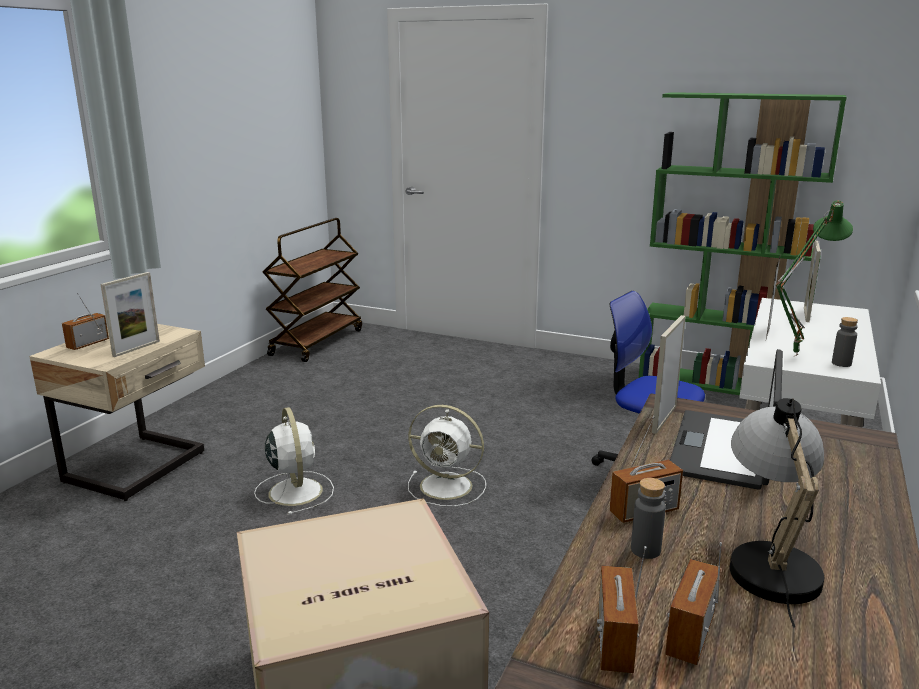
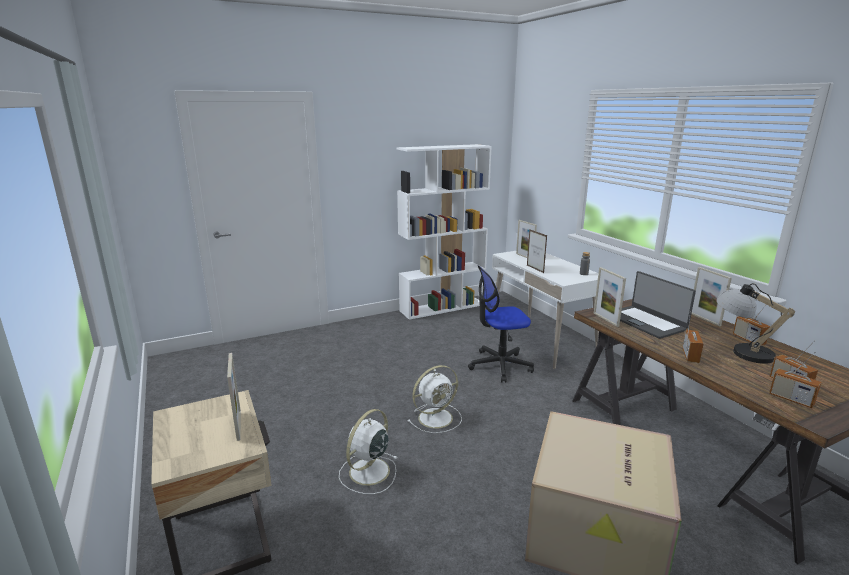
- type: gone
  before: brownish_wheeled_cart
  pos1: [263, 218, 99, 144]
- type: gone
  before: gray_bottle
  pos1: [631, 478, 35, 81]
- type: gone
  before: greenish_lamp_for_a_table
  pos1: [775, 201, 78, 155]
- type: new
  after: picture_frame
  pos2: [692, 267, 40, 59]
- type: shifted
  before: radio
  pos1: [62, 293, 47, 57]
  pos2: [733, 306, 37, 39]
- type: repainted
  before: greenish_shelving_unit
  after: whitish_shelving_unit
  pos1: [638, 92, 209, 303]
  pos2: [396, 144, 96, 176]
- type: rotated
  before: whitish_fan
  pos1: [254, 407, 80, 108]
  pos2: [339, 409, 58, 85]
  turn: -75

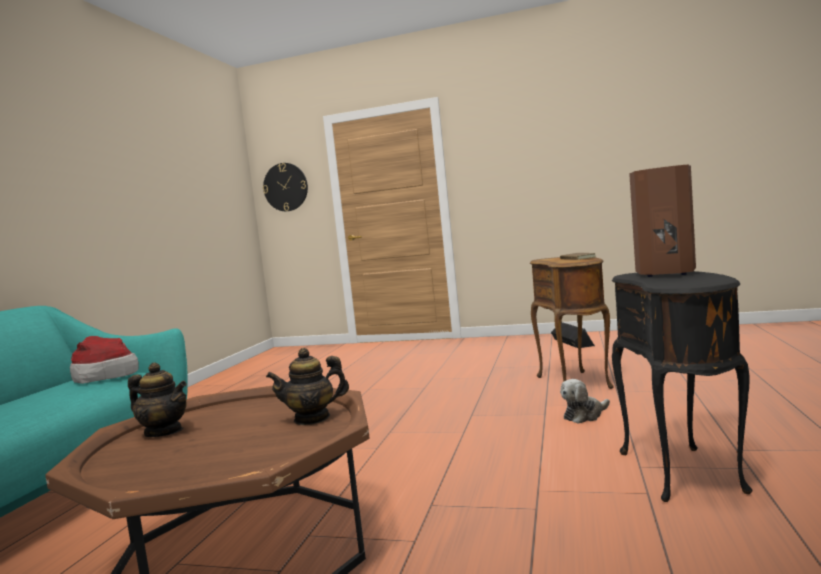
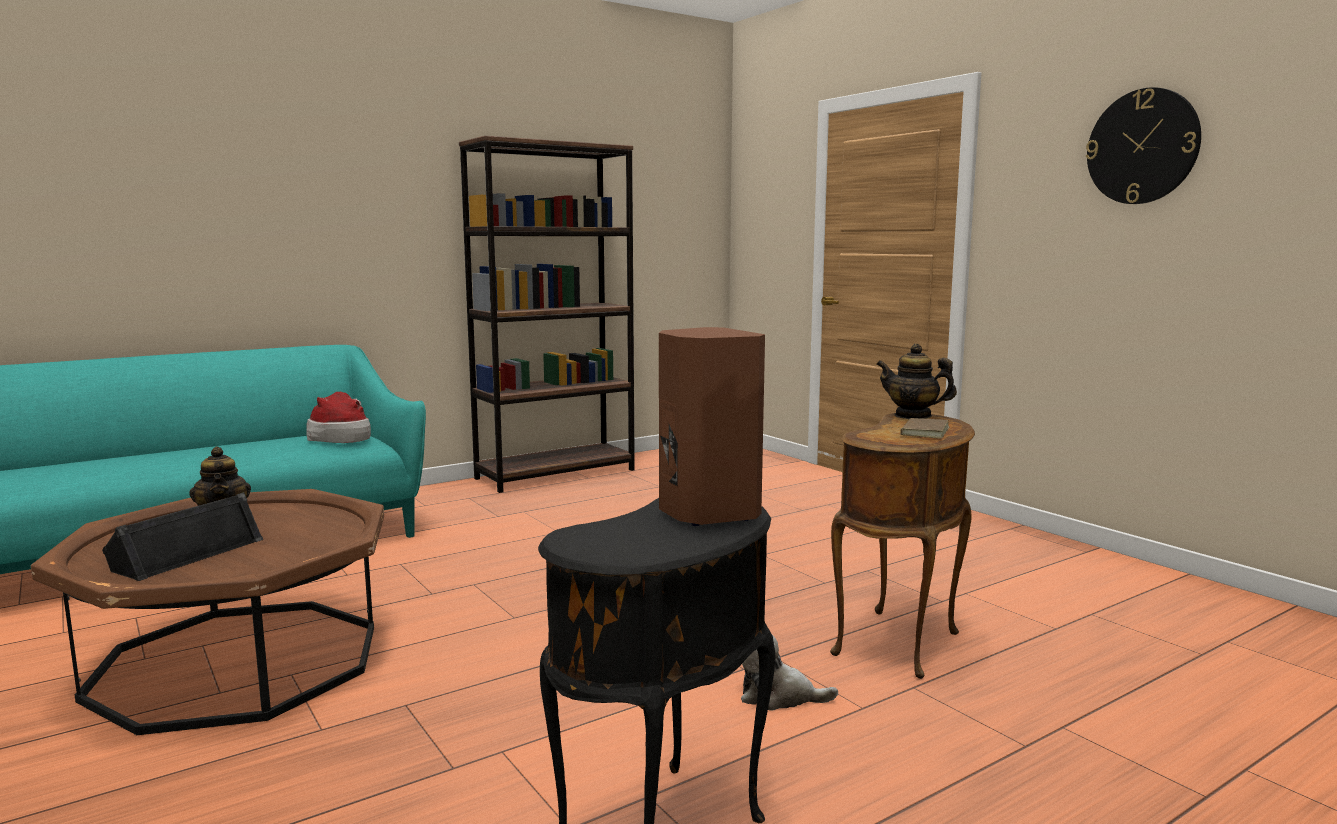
- type: new
  after: brownish_shelving_unit
  pos2: [459, 136, 176, 357]
- type: shifted
  before: hanging_clock
  pos1: [263, 163, 45, 48]
  pos2: [1086, 87, 115, 117]
- type: shifted
  before: teapot
  pos1: [266, 348, 83, 77]
  pos2: [876, 344, 81, 75]
- type: shifted
  before: blackish_audio_speaker
  pos1: [551, 322, 44, 26]
  pos2: [102, 492, 161, 89]

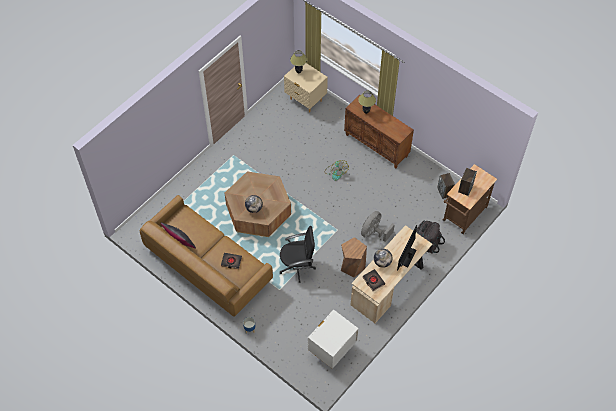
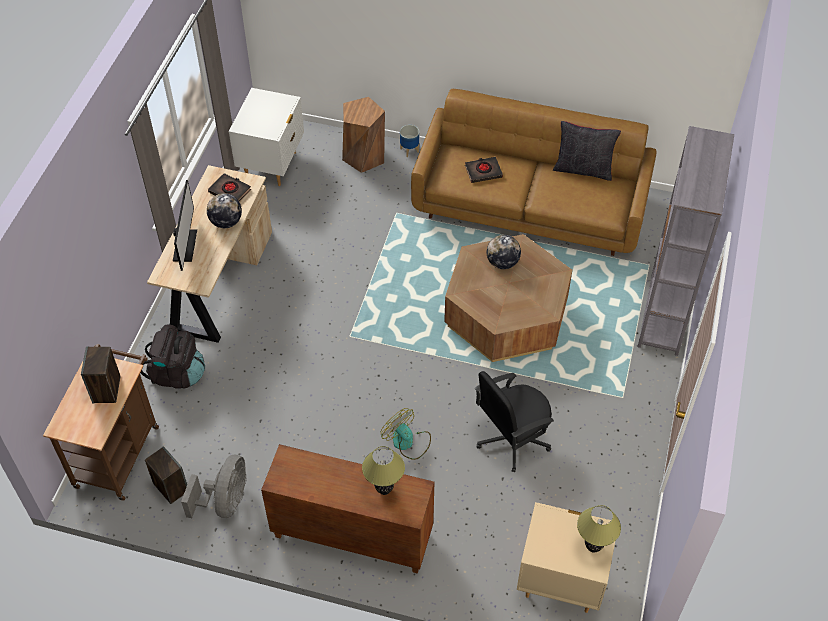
- type: new
  after: gray_shelving_unit
  pos2: [638, 126, 96, 230]
- type: shifted
  before: blackish_office_chair
  pos1: [280, 226, 36, 57]
  pos2: [475, 371, 79, 101]
- type: shifted
  before: brownish_stool
  pos1: [341, 237, 26, 41]
  pos2: [342, 97, 43, 76]
- type: shifted
  before: gray_fan
  pos1: [361, 211, 34, 31]
  pos2: [181, 455, 66, 63]

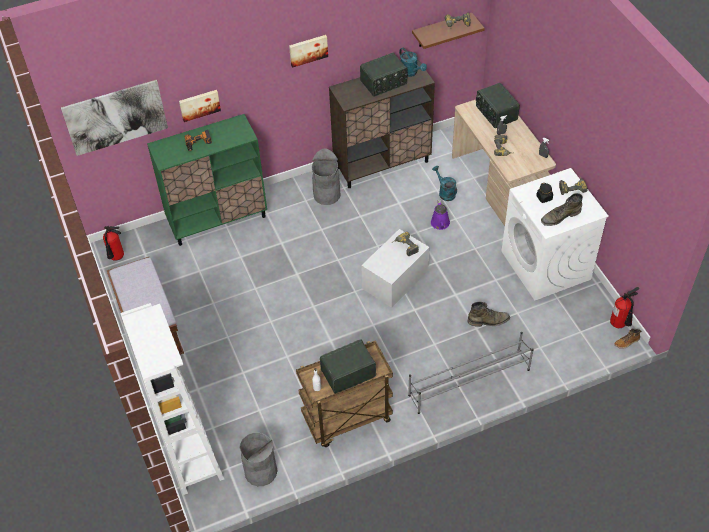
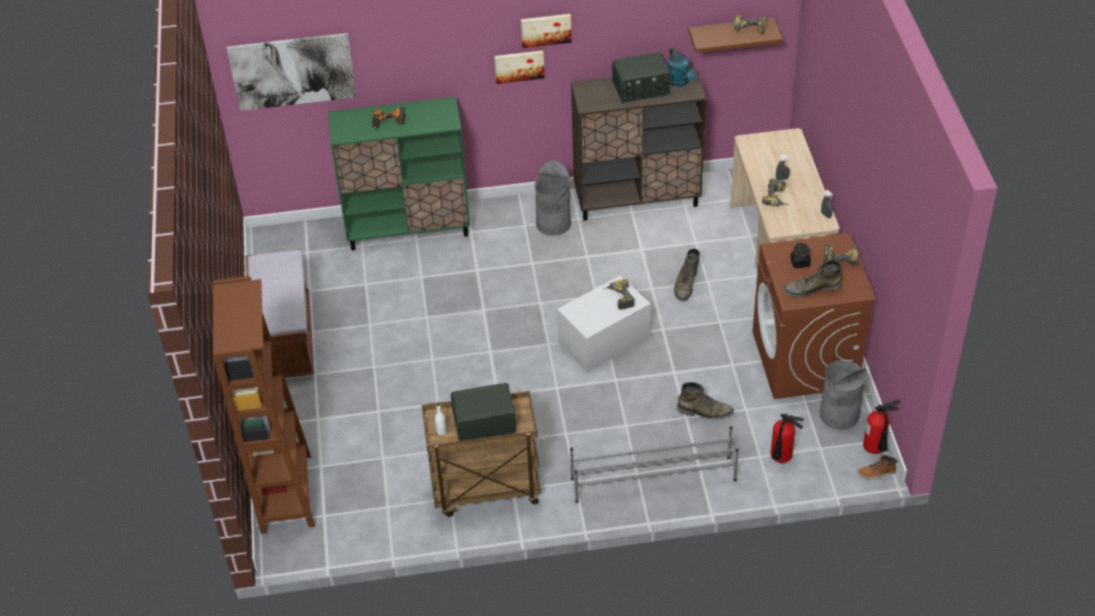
- type: gone
  before: turquoise_watering_pot
  pos1: [432, 166, 25, 35]
- type: gone
  before: radio
  pos1: [476, 83, 44, 45]
- type: shifted
  before: fire_extinguisher
  pos1: [103, 226, 21, 35]
  pos2: [770, 413, 34, 50]
- type: shifted
  before: picture
  pos1: [179, 90, 42, 32]
  pos2: [494, 50, 51, 34]
- type: shifted
  before: gray_rubbish_bin
  pos1: [239, 432, 39, 54]
  pos2: [820, 360, 46, 70]
- type: swapped
  before: purple-coloured_watering_pot
  after: greenish_tall_boot
  pos1: [431, 200, 19, 30]
  pos2: [674, 248, 26, 53]
- type: repainted
  before: whitish_shelving_unit
  after: brownish_shelving_unit
  pos1: [120, 303, 104, 192]
  pos2: [213, 276, 102, 258]
- type: repainted
  before: whitish_laundry_appliance
  after: brownish_laundry_appliance
  pos1: [501, 168, 108, 133]
  pos2: [753, 233, 123, 166]

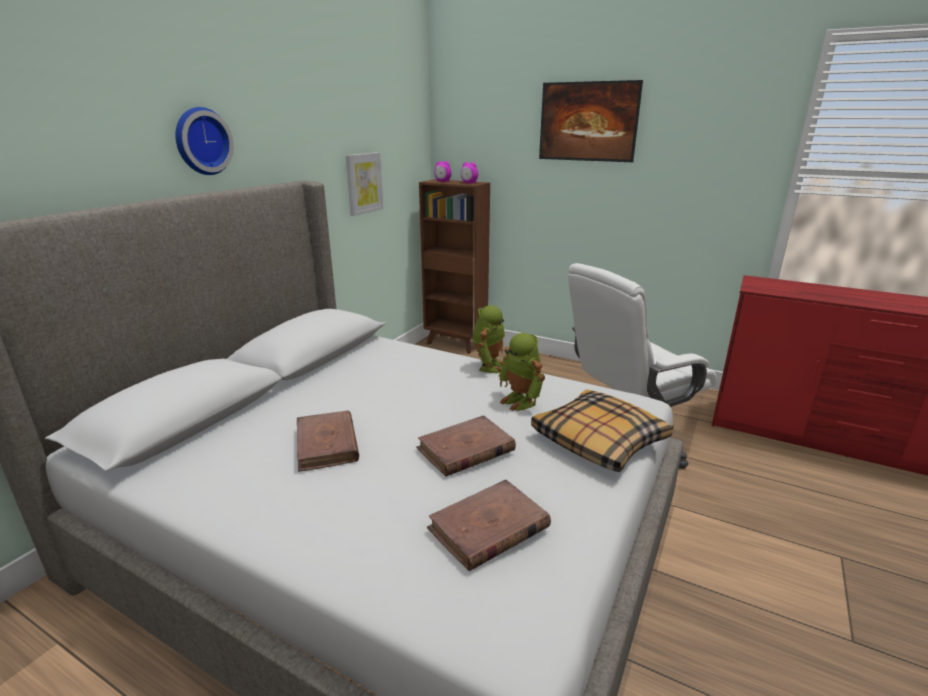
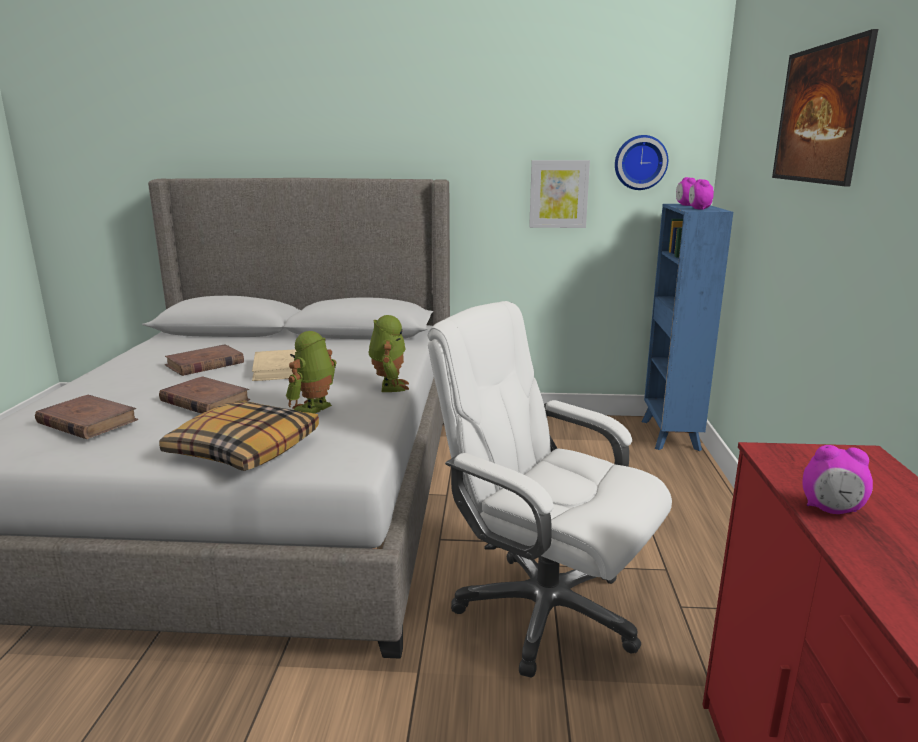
- type: new
  after: beige_book
  pos2: [252, 349, 44, 32]
- type: new
  after: table_clock
  pos2: [803, 445, 70, 69]
- type: shifted
  before: hanging_clock
  pos1: [175, 107, 59, 68]
  pos2: [615, 135, 53, 55]
- type: repainted
  before: brownish_shelving_unit
  after: blue_shelving_unit
  pos1: [419, 179, 71, 175]
  pos2: [641, 204, 92, 247]
- type: rotated
  before: model_robot
  pos1: [473, 305, 32, 68]
  pos2: [369, 315, 40, 77]
  turn: -90

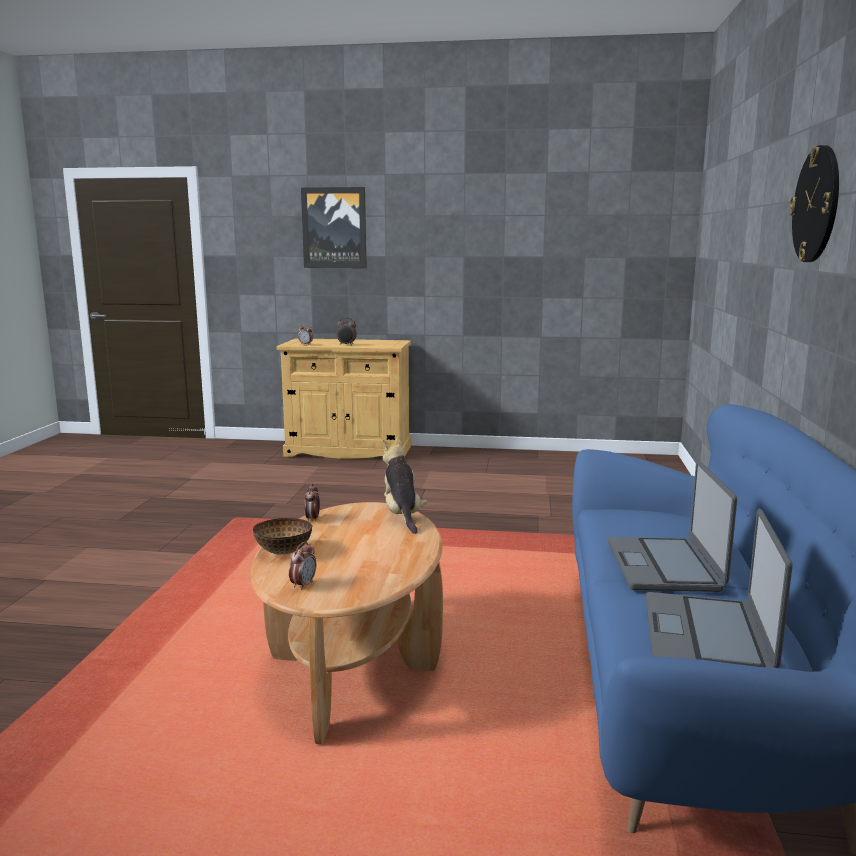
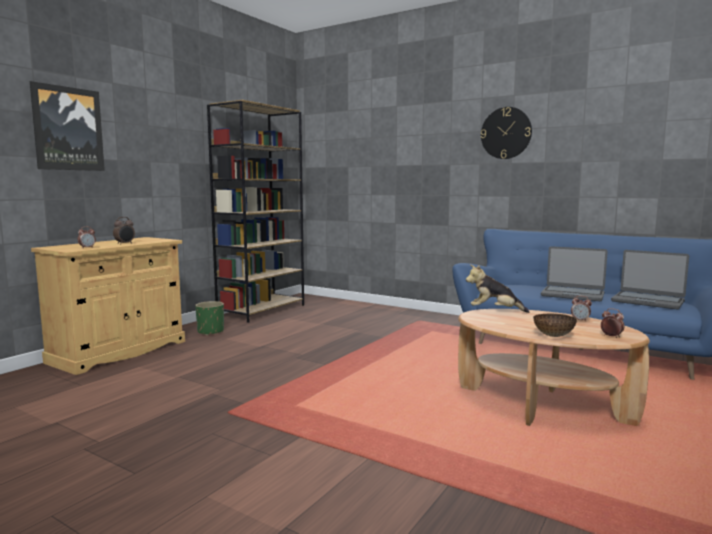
- type: new
  after: greenish_flower_pot
  pos2: [195, 301, 29, 35]
- type: new
  after: brownish_shelving_unit
  pos2: [207, 100, 97, 223]
- type: shifted
  before: table_clock
  pos1: [304, 483, 16, 39]
  pos2: [571, 296, 21, 26]

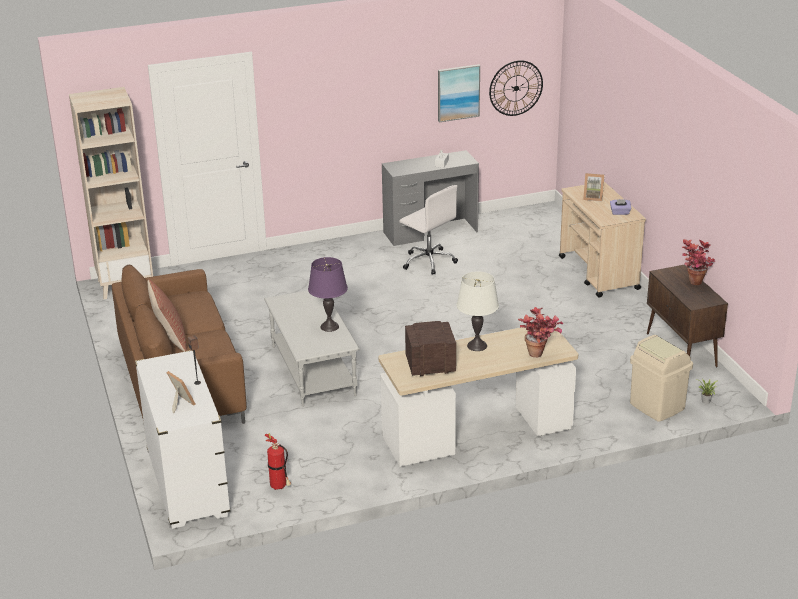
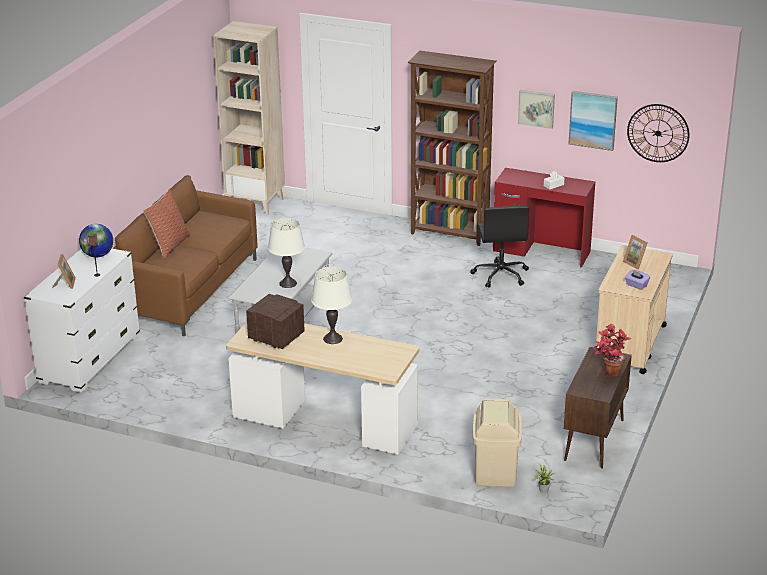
- type: gone
  before: fire_extinguisher
  pos1: [265, 433, 26, 57]
- type: gone
  before: houseplant
  pos1: [518, 307, 45, 50]
- type: new
  after: globe
  pos2: [79, 224, 34, 33]
- type: new
  after: brownish_shelving_unit
  pos2: [408, 50, 88, 196]
- type: new
  after: picture
  pos2: [518, 90, 37, 39]
- type: repainted
  before: purple-coloured_lamp_for_a_table
  after: whitish_lamp_for_a_table
  pos1: [308, 257, 40, 75]
  pos2: [268, 218, 37, 70]
- type: repainted
  before: gray_desk_table
  after: red-coloured_desk_table
  pos1: [382, 150, 97, 96]
  pos2: [493, 168, 102, 100]
- type: repainted
  before: whitish_office_chair
  after: blackish_office_chair
  pos1: [399, 185, 59, 90]
  pos2: [470, 206, 59, 82]

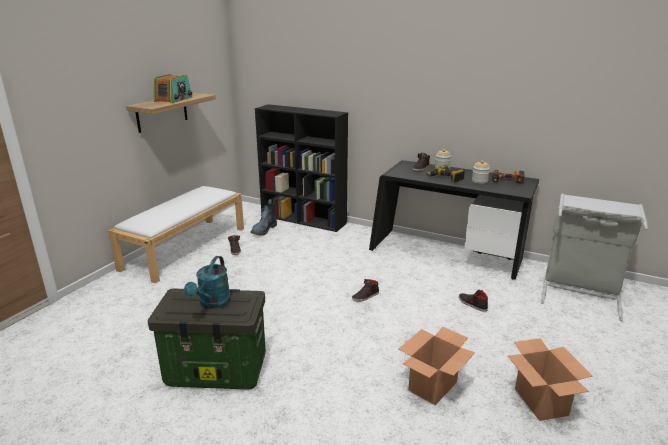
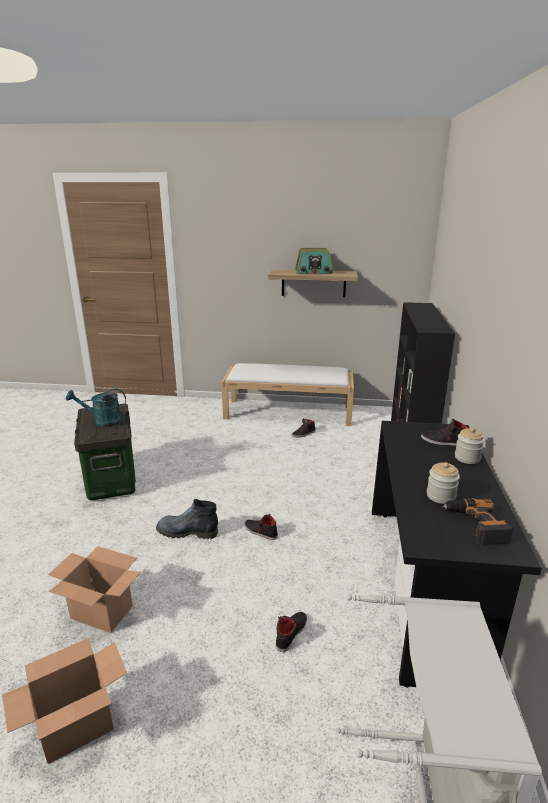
- type: gone
  before: power_drill
  pos1: [426, 165, 39, 18]
- type: shifted
  before: tall_boot
  pos1: [250, 203, 27, 32]
  pos2: [156, 499, 62, 40]

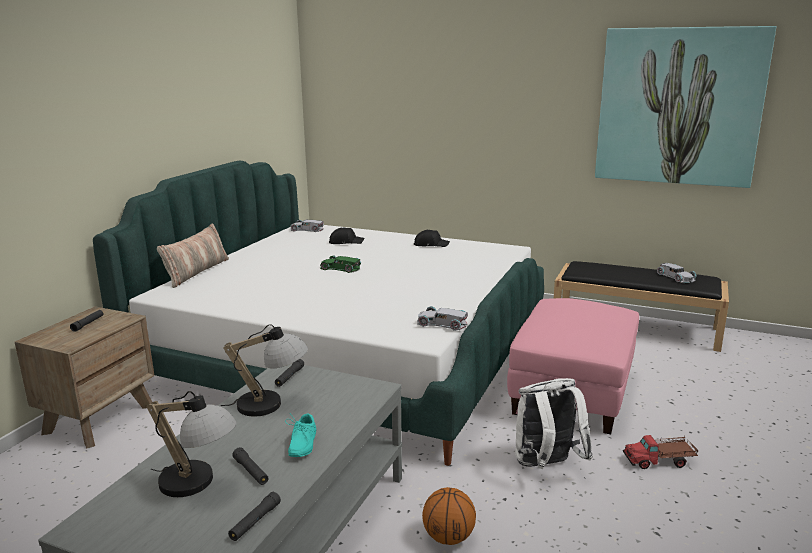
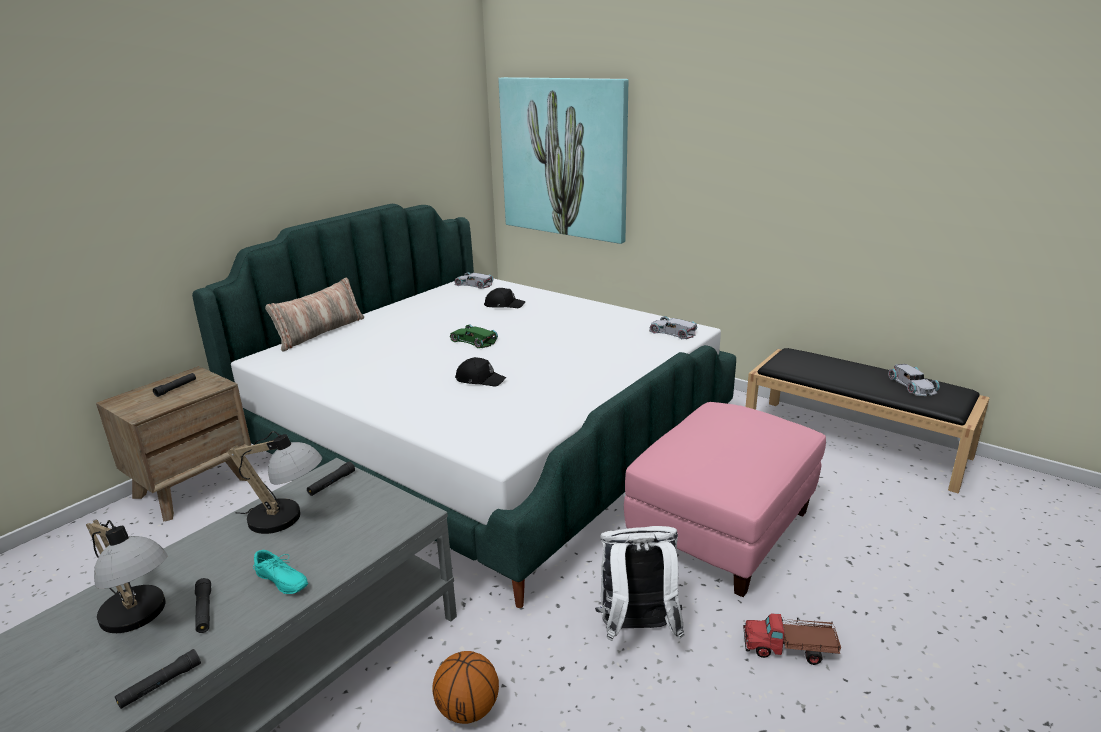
- type: shifted
  before: blackish_cap
  pos1: [414, 230, 36, 17]
  pos2: [455, 357, 52, 30]
- type: shifted
  before: whitish_toy_car
  pos1: [417, 306, 51, 25]
  pos2: [649, 316, 49, 24]
- type: shifted
  before: picture
  pos1: [595, 26, 181, 162]
  pos2: [498, 77, 130, 167]
- type: rotated
  before: turquoise_low_shoe
  pos1: [285, 414, 31, 43]
  pos2: [253, 550, 55, 44]
  turn: -75

